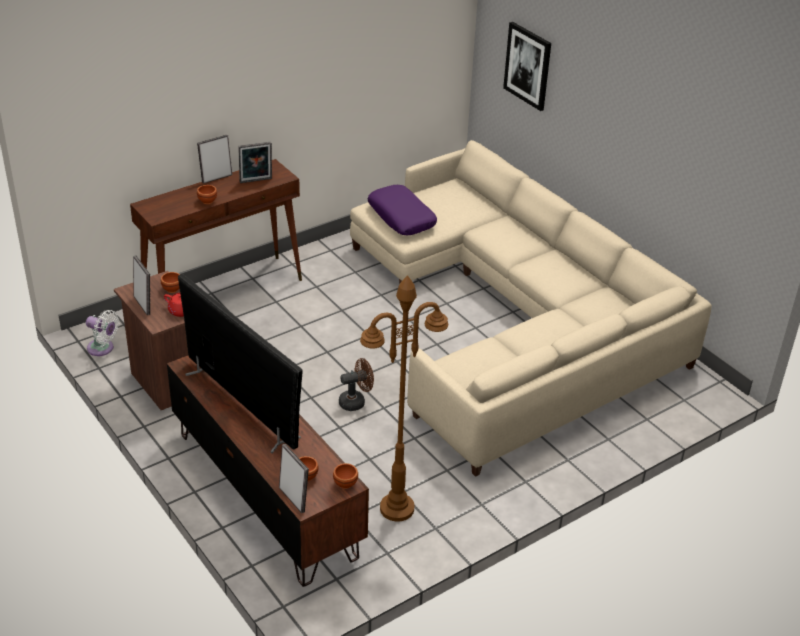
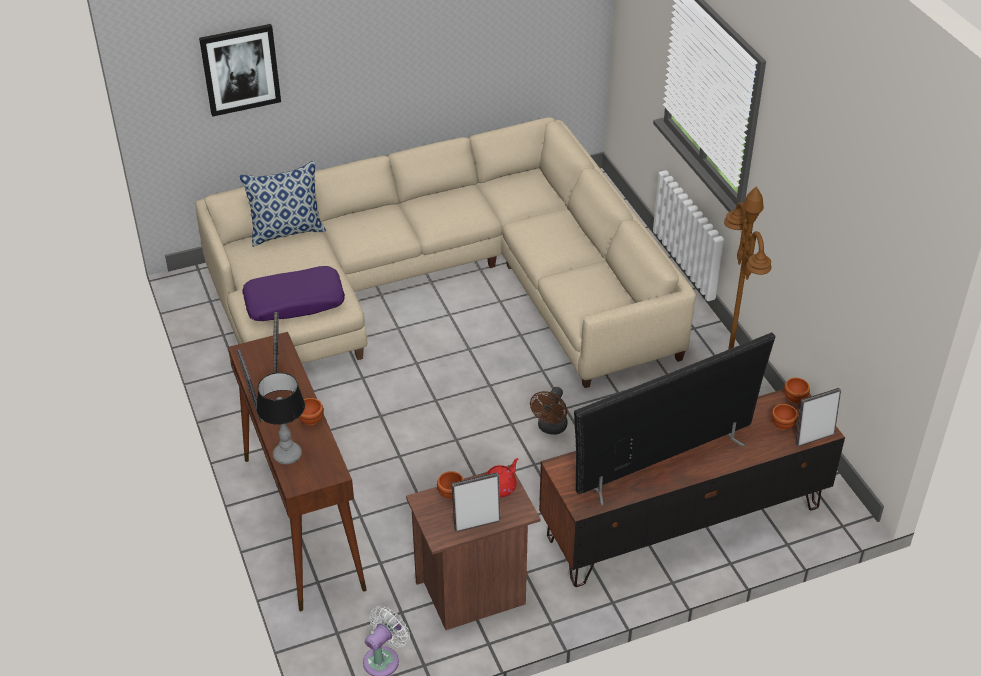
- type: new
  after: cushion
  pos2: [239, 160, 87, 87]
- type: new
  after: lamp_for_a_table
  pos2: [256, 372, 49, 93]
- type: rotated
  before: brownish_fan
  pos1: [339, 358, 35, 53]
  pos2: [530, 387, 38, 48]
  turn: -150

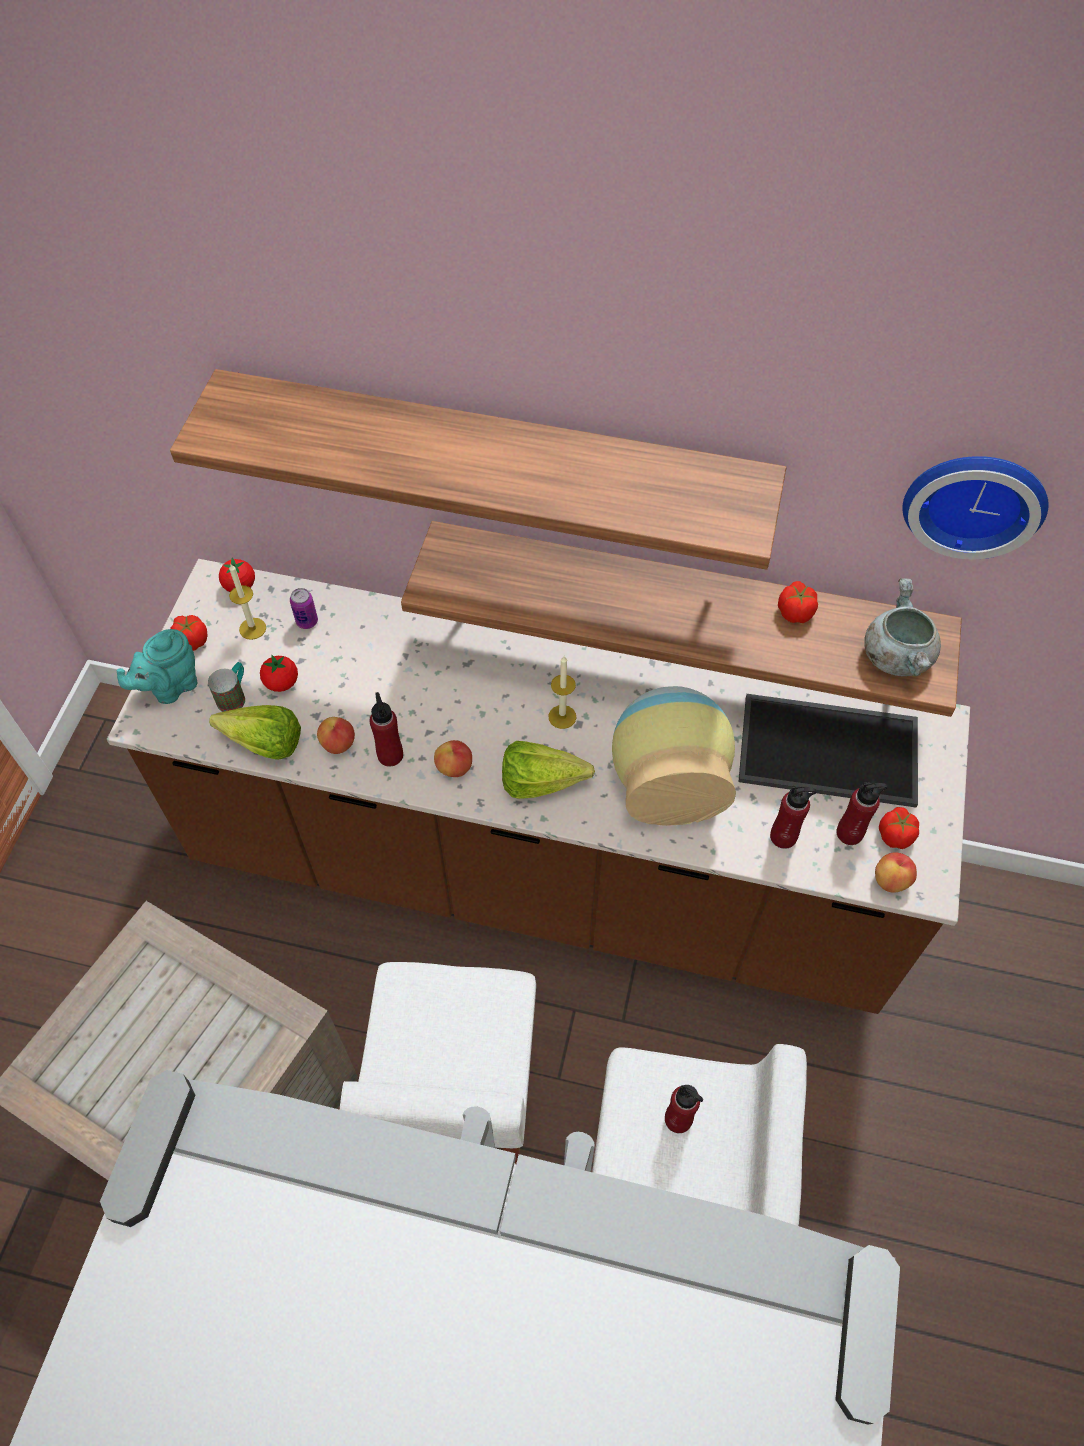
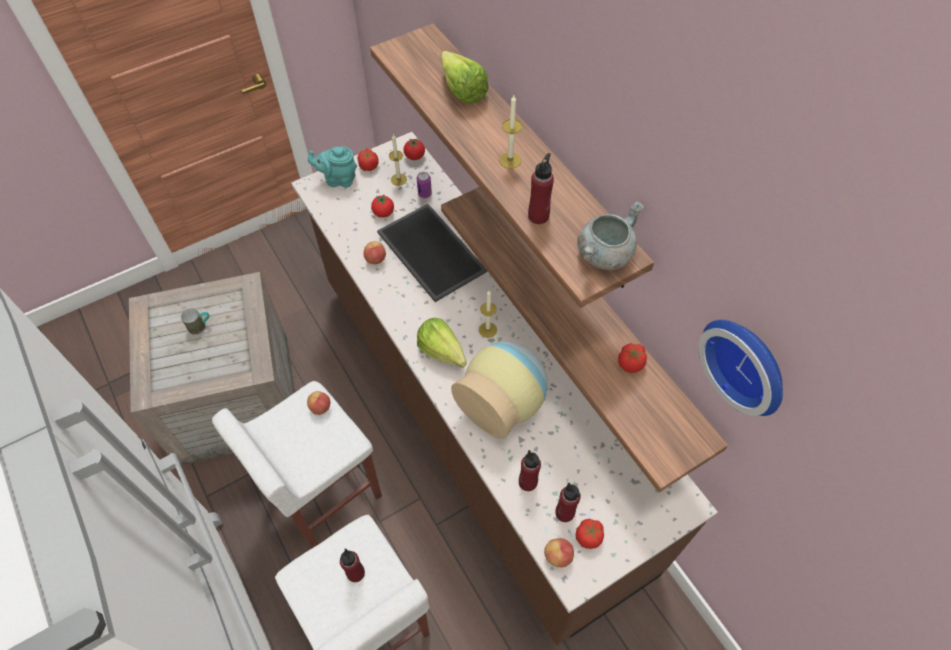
- type: new
  after: wax_light
  pos2: [499, 95, 23, 73]
- type: shifted
  before: mug
  pos1: [208, 662, 37, 50]
  pos2: [181, 308, 28, 27]
- type: shifted
  before: head_of_lettuce
  pos1: [209, 705, 92, 55]
  pos2: [441, 51, 48, 53]
- type: shifted
  before: red-coloured_bottle
  pos1: [369, 692, 34, 75]
  pos2: [528, 153, 26, 71]
- type: shifted
  before: whole_apple
  pos1: [434, 740, 38, 37]
  pos2: [307, 391, 23, 24]
- type: shifted
  before: serving_tray
  pos1: [738, 694, 180, 114]
  pos2: [377, 204, 110, 98]
- type: shifted
  before: gray_cooking_pot
  pos1: [864, 578, 77, 98]
  pos2: [578, 201, 66, 69]

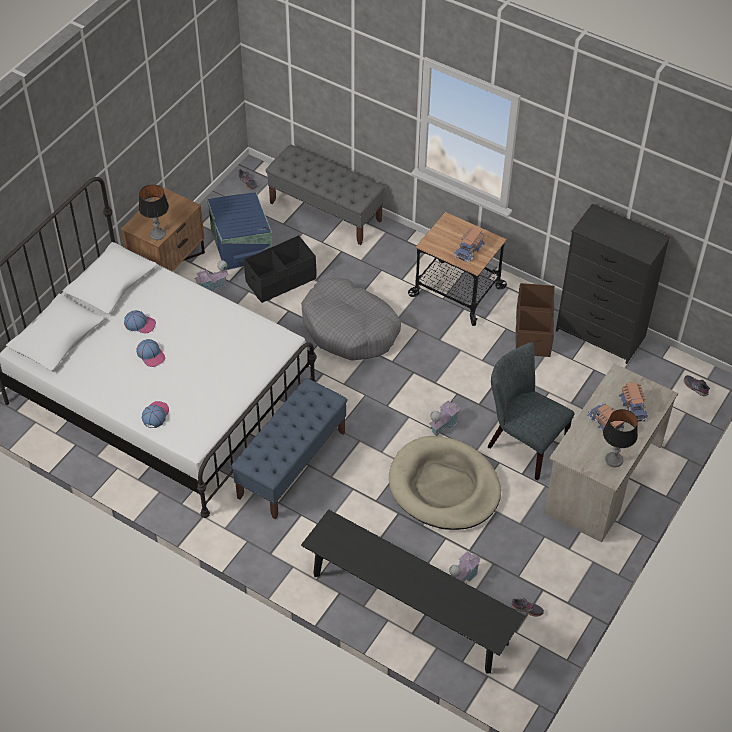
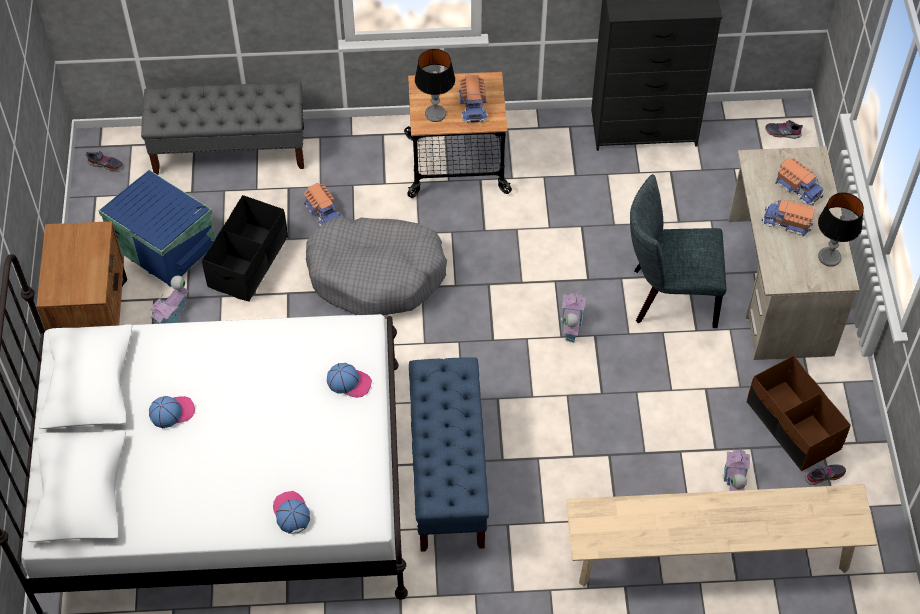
- type: gone
  before: beige_dog_cushion
  pos1: [389, 436, 112, 94]
- type: new
  after: toy_truck
  pos2: [304, 183, 38, 44]
- type: shifted
  before: cap
  pos1: [136, 339, 29, 28]
  pos2: [327, 363, 45, 35]
- type: shifted
  before: lamp_for_a_table
  pos1: [139, 184, 30, 56]
  pos2: [415, 49, 40, 73]
- type: shifted
  before: brownish_storage_bin
  pos1: [515, 283, 40, 74]
  pos2: [747, 355, 104, 116]
- type: repainted
  before: blackish_indoor_bench
  after: beige_indoor_bench
  pos1: [301, 509, 224, 165]
  pos2: [566, 484, 311, 102]

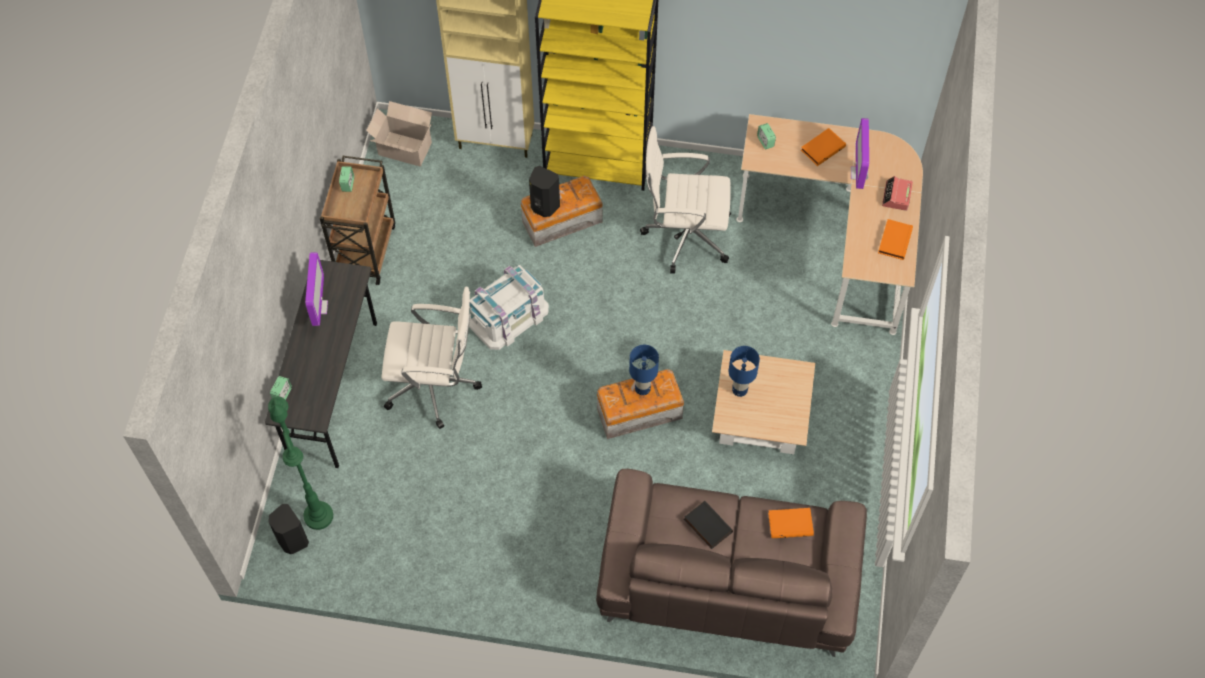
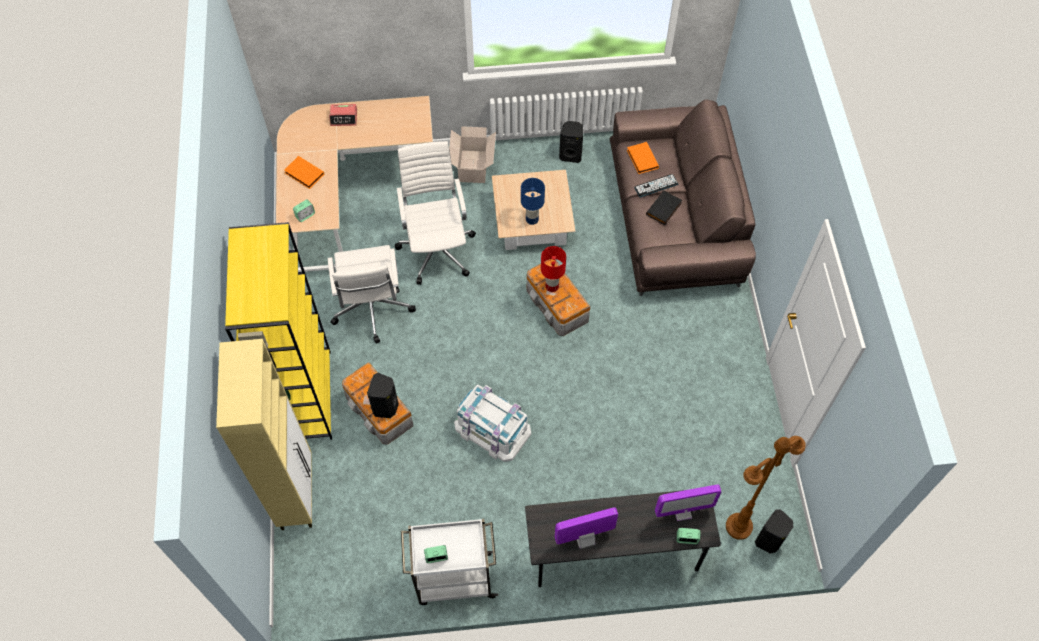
- type: gone
  before: orange-coloured_book
  pos1: [878, 219, 35, 41]
- type: new
  after: blackish_audio_speaker
  pos2: [559, 121, 24, 42]
- type: new
  after: PC_keyboard
  pos2: [634, 174, 45, 23]
- type: shifted
  before: cardboard_box
  pos1: [366, 101, 66, 65]
  pos2: [449, 126, 47, 57]
- type: shifted
  before: whitish_office_chair
  pos1: [382, 287, 100, 142]
  pos2: [395, 141, 81, 144]
- type: shifted
  before: monitor
  pos1: [851, 118, 18, 71]
  pos2: [655, 485, 66, 36]
- type: repainted
  before: greenish_standard_lamp
  after: brownish_standard_lamp
  pos1: [268, 397, 65, 133]
  pos2: [726, 436, 80, 104]
- type: repainted
  before: brownish_wheeled_cart
  after: whitish_wheeled_cart
  pos1: [319, 156, 76, 129]
  pos2: [401, 519, 97, 86]
- type: repainted
  before: blue_lamp_for_a_table
  after: red-coloured_lamp_for_a_table
  pos1: [629, 345, 30, 50]
  pos2: [541, 246, 25, 46]

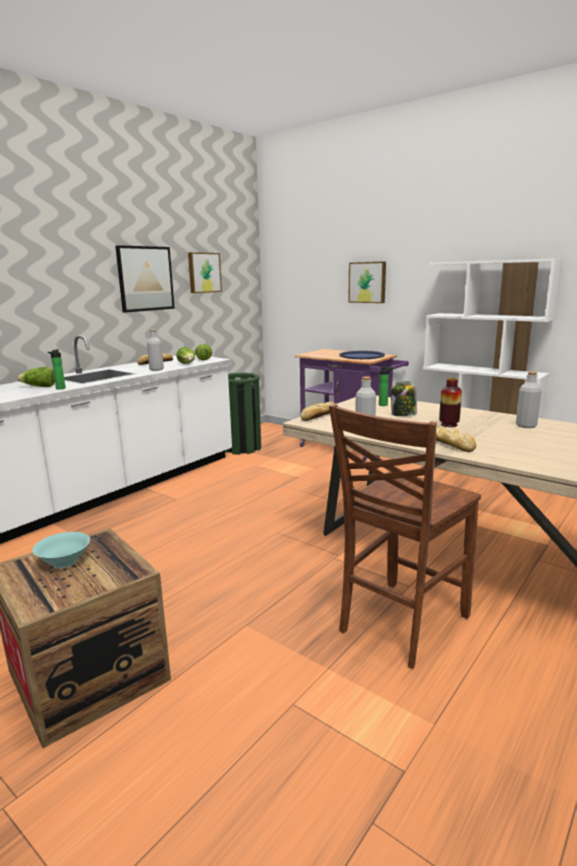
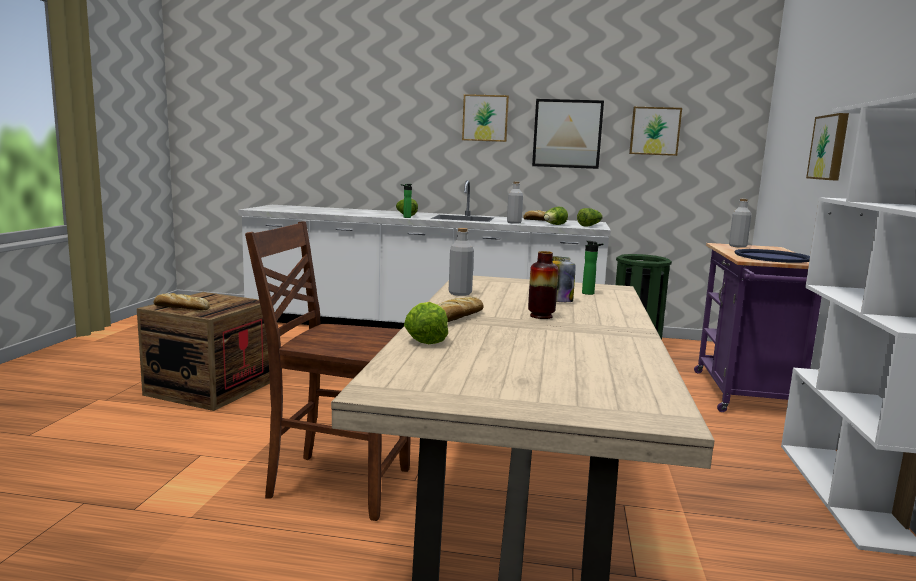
- type: gone
  before: turquoise_deep_dish
  pos1: [33, 532, 57, 36]
- type: new
  after: head_of_lettuce
  pos2: [404, 302, 44, 42]
- type: new
  after: picture
  pos2: [462, 94, 47, 48]
- type: shifted
  before: baked_bread
  pos1: [301, 402, 37, 19]
  pos2: [154, 293, 56, 17]
- type: shifted
  before: gray_bottle
  pos1: [516, 371, 25, 57]
  pos2: [729, 199, 22, 49]

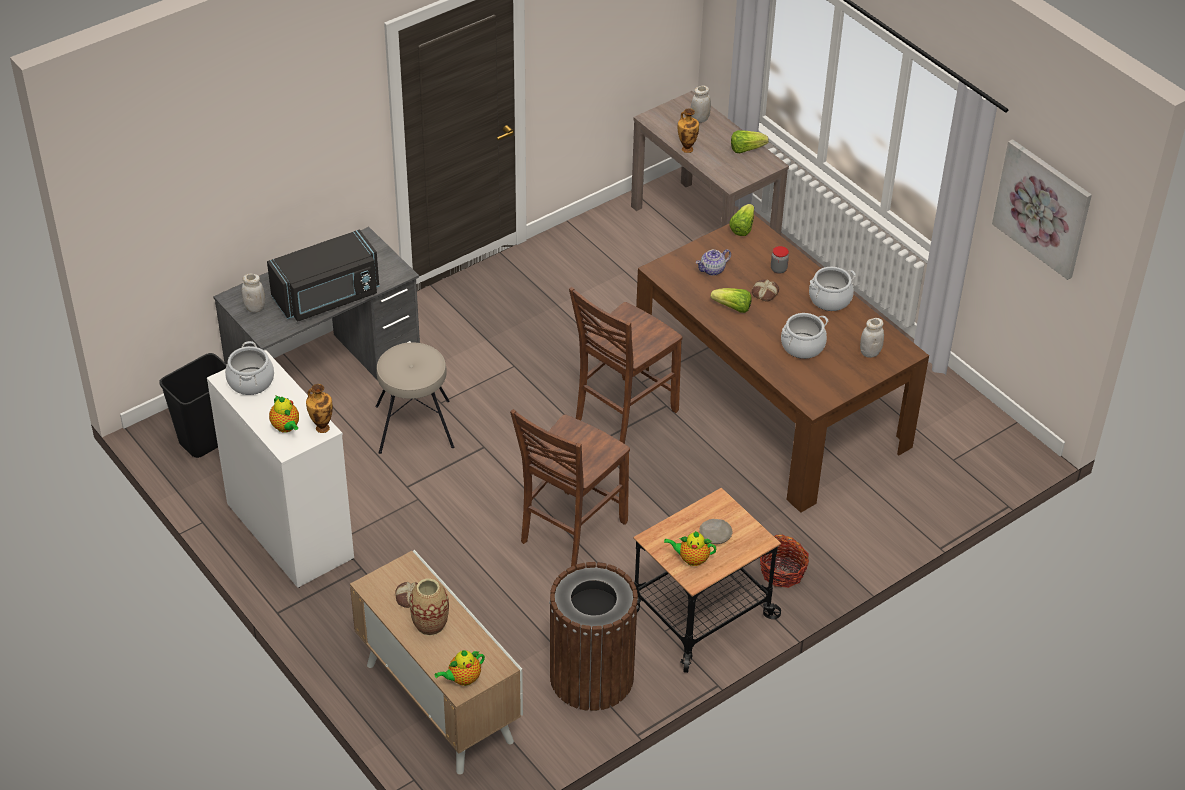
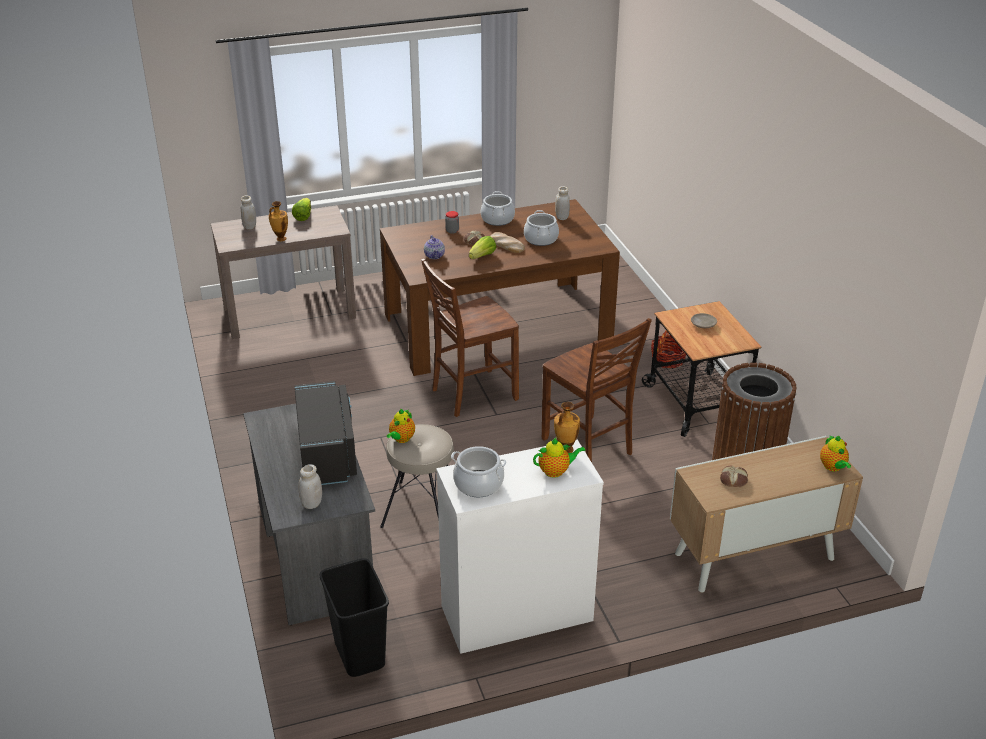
- type: gone
  before: decorative_vase
  pos1: [409, 578, 40, 58]
- type: gone
  before: head_of_lettuce
  pos1: [729, 204, 25, 32]
- type: gone
  before: picture
  pos1: [992, 139, 100, 141]
- type: new
  after: baked_bread
  pos2: [490, 232, 35, 21]
- type: shifted
  before: teapot
  pos1: [664, 531, 52, 35]
  pos2: [387, 409, 28, 34]
- type: rotated
  before: brownish_upright_chair
  pos1: [569, 287, 113, 157]
  pos2: [421, 259, 98, 158]
  turn: 90

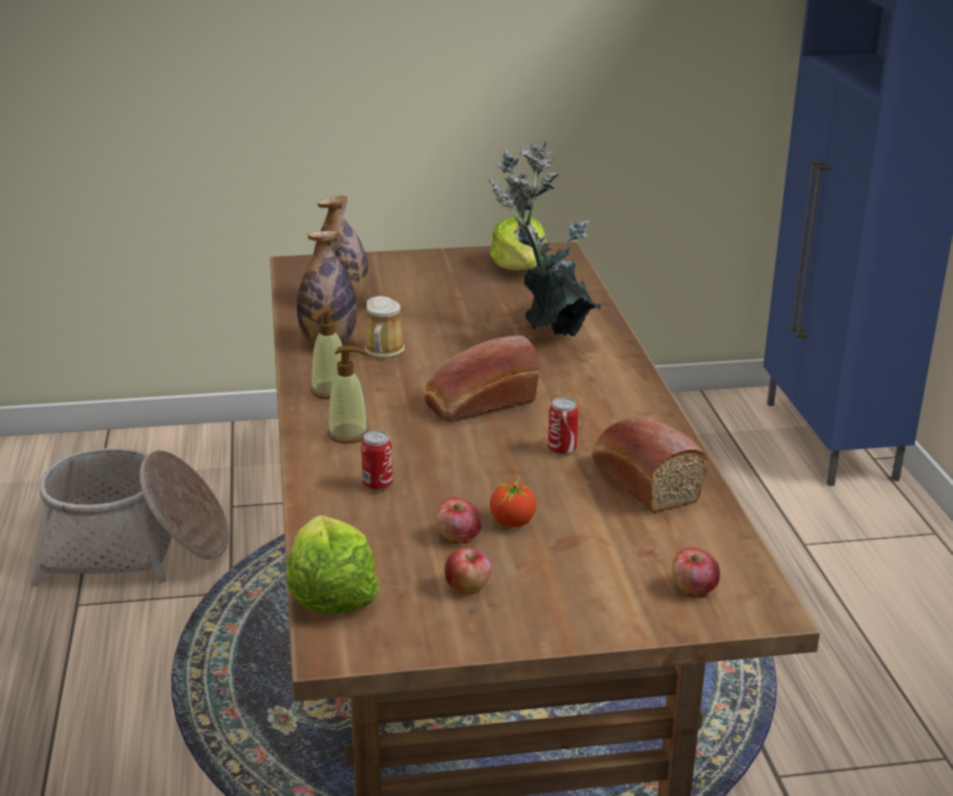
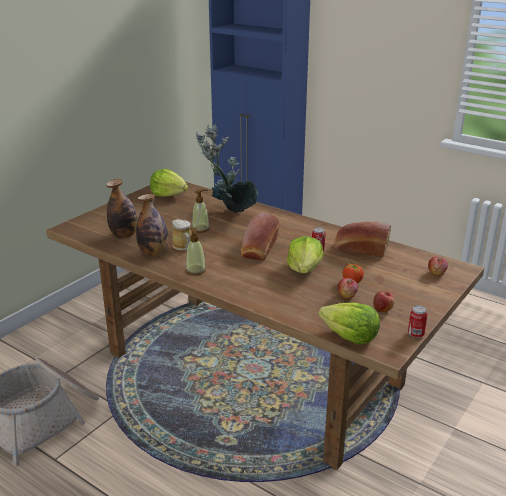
- type: new
  after: head_of_lettuce
  pos2: [287, 236, 36, 37]
- type: shifted
  before: liquid_soap_bottle
  pos1: [328, 346, 41, 97]
  pos2: [192, 189, 18, 44]
- type: shifted
  before: can
  pos1: [361, 430, 32, 61]
  pos2: [408, 305, 20, 33]

